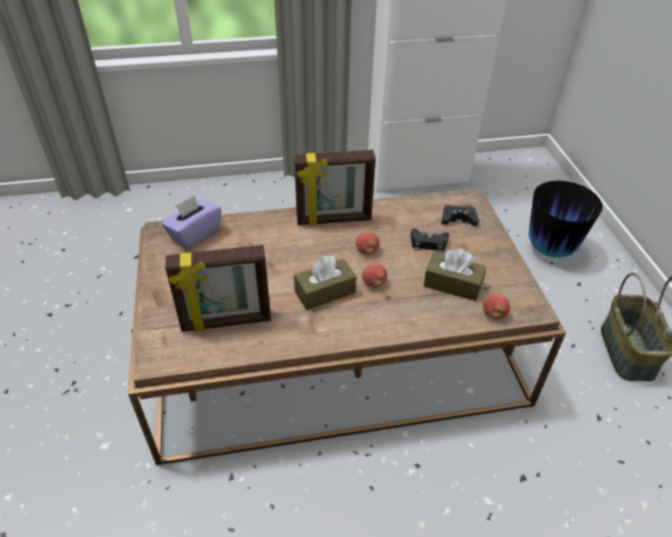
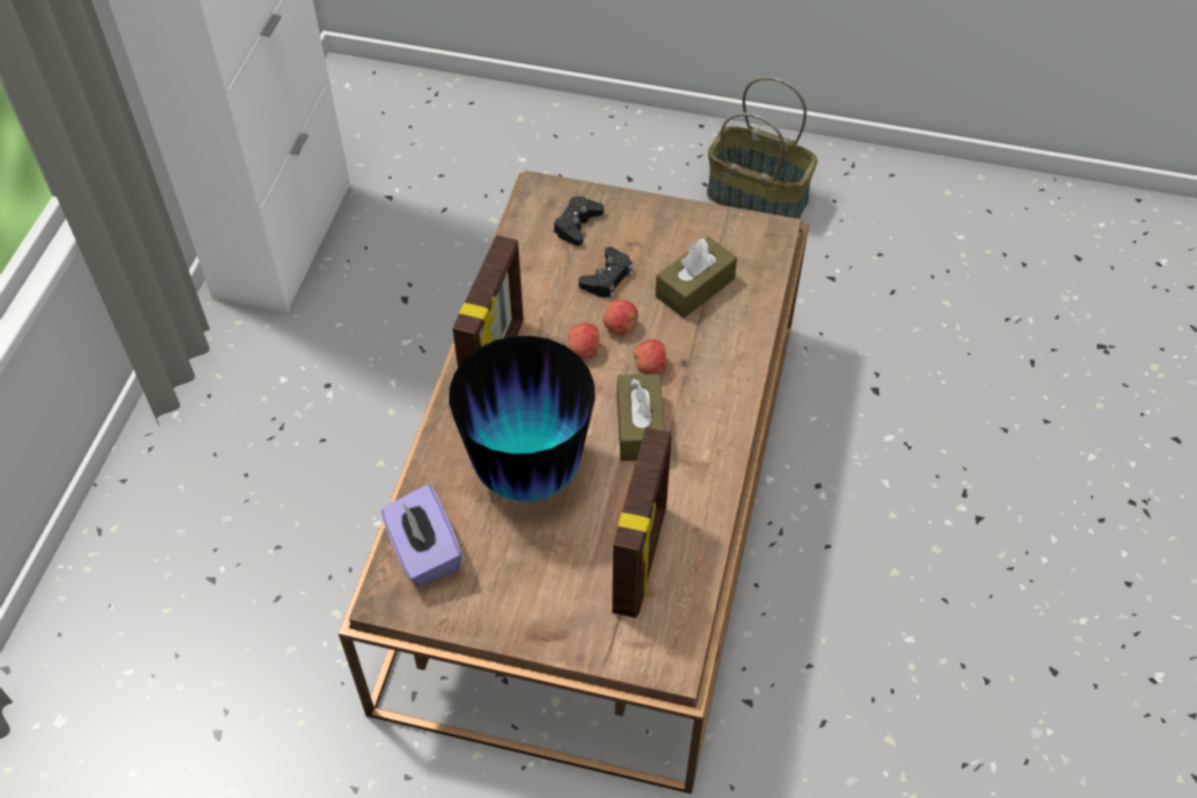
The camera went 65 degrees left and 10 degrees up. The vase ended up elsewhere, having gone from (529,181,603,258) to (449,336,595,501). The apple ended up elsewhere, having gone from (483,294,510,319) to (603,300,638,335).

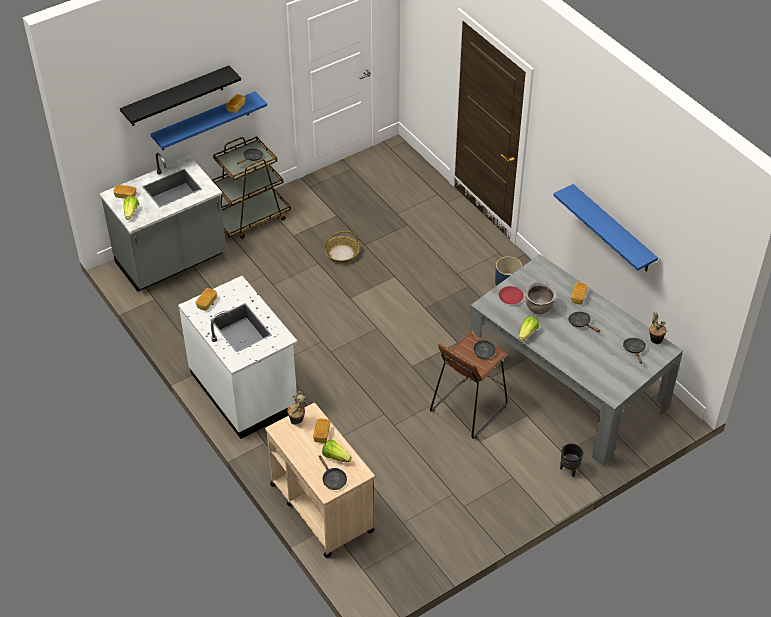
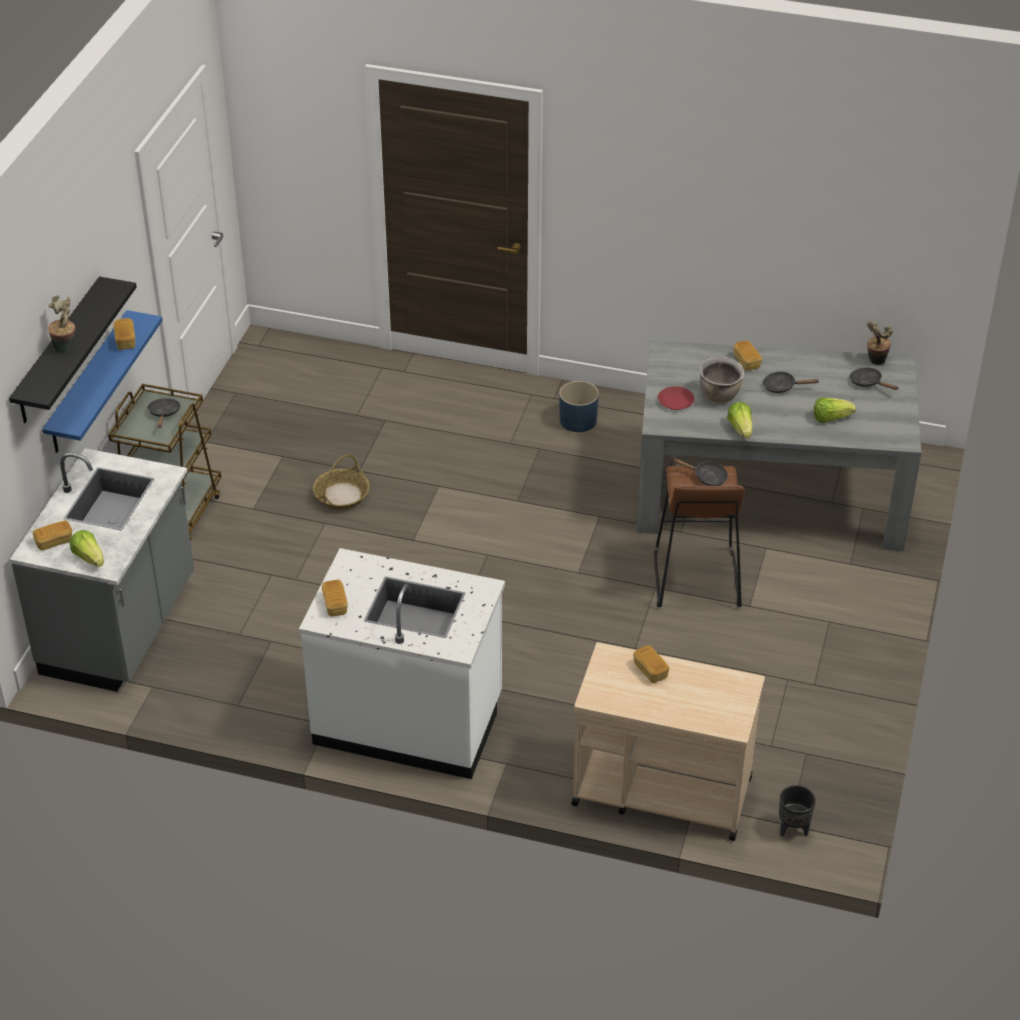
The camera went 40 degrees left and 5 degrees down. The potted plant ended up elsewhere, having gone from (287,391,306,425) to (48,295,75,353). The black planter ended up elsewhere, having gone from (560,443,583,477) to (779,785,816,837). The lettuce ended up elsewhere, having gone from (322,440,352,463) to (814,397,856,423). The second view lost the black frying pan at (319,456,347,490). The second view lost the blue shelf at (553,184,658,272).

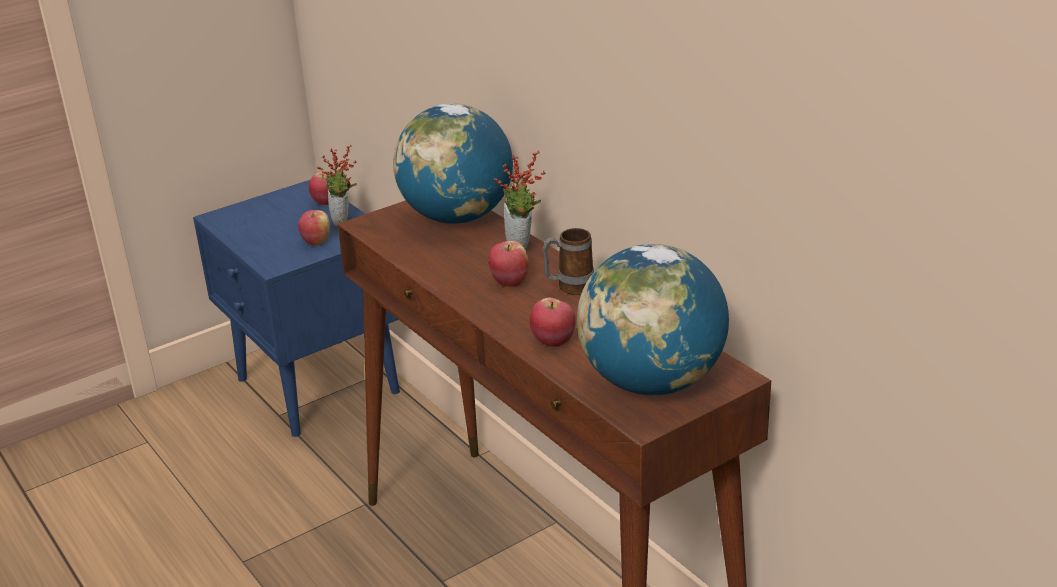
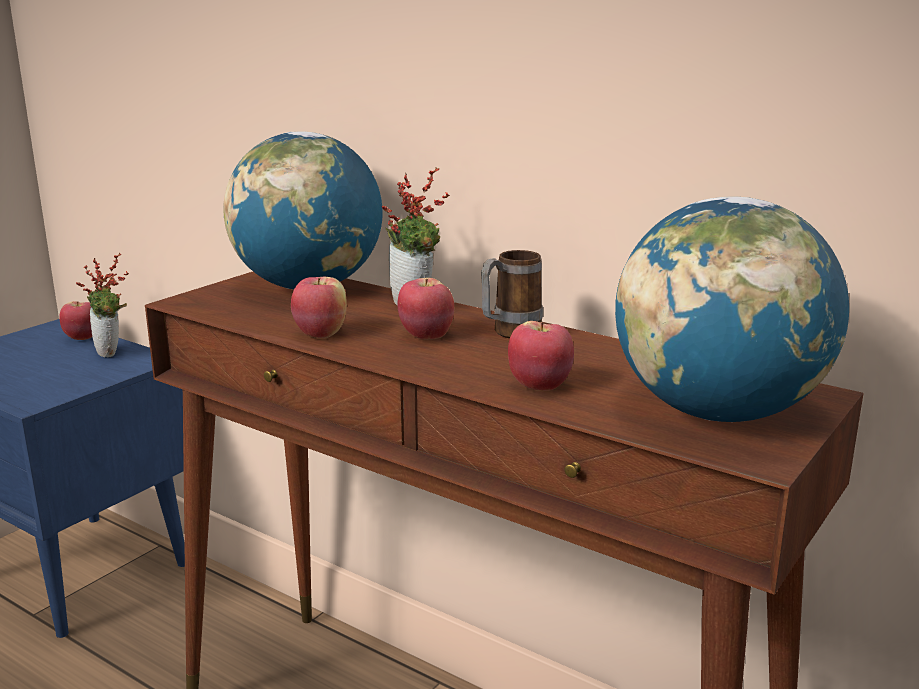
The camera went 20 degrees left and 10 degrees down. The apple ended up elsewhere, having gone from (298,210,330,246) to (291,277,347,338).

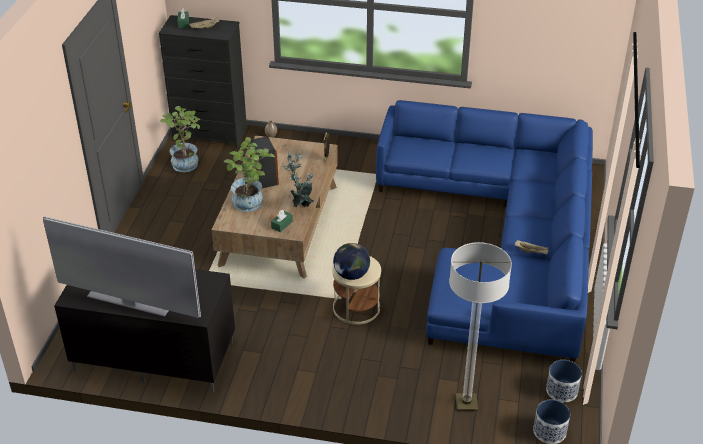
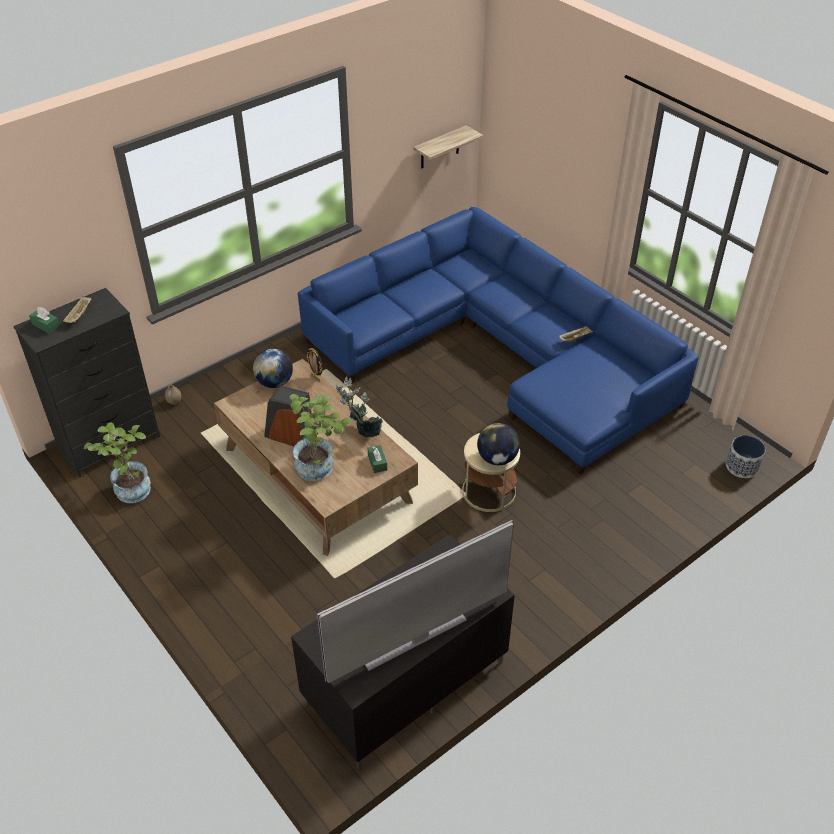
The camera went 50 degrees left and 5 degrees up. The second view gained the globe at (253,349,293,388). The second view gained the shelf at (413,125,483,169). The second view lost the floor lamp at (449,242,512,411). The second view lost the planter at (546,360,582,402).

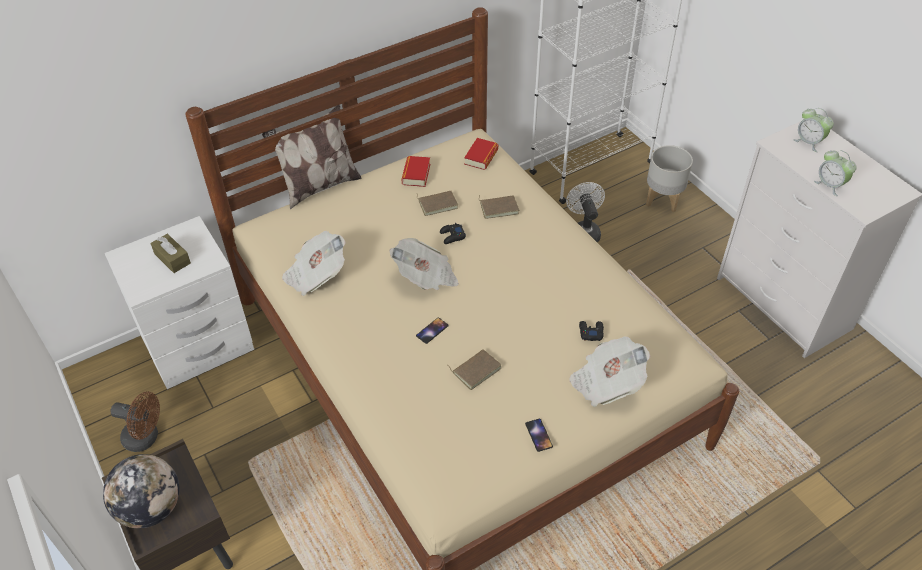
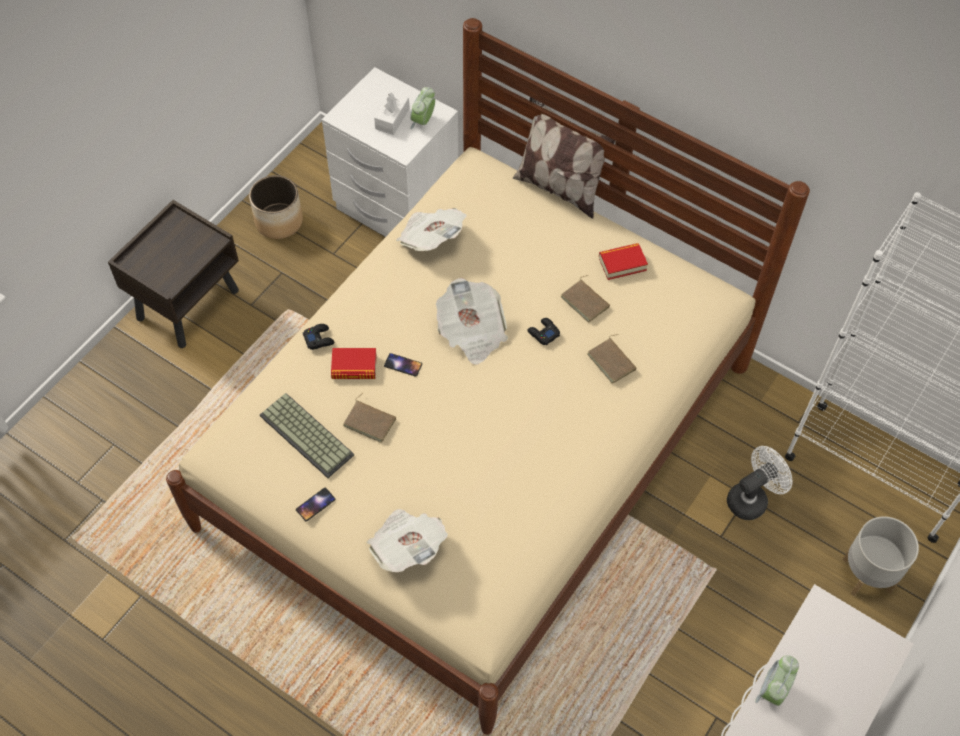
The camera went 65 degrees right and 10 degrees up. Where the brown fan stood at (110,392,160,452), the planter came to stand at (249,175,303,239). The second view gained the keyboard at (260,393,354,478). The black game controller ended up elsewhere, having gone from (579,321,604,341) to (303,324,334,350). The book ended up elsewhere, having gone from (464,138,498,170) to (331,348,377,379). What was the brown tissue box at (150,234,191,273) turned into the white tissue box at (374,92,410,135). The alarm clock ended up elsewhere, having gone from (793,108,834,152) to (410,87,435,129). The second view lost the globe at (103,454,180,528).

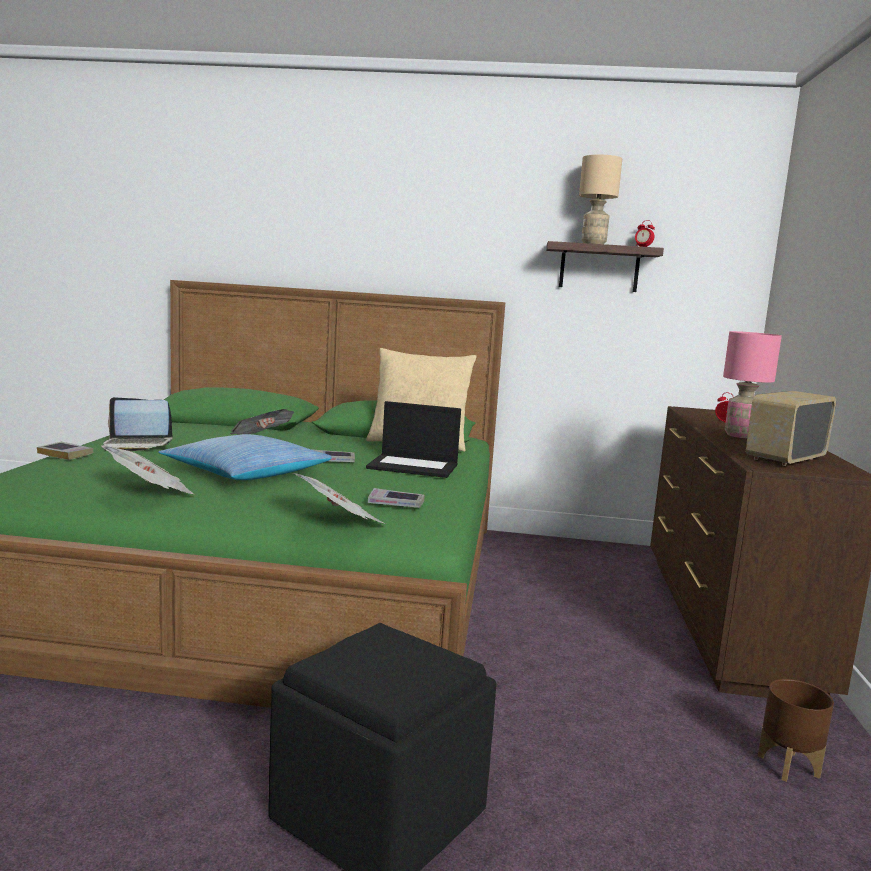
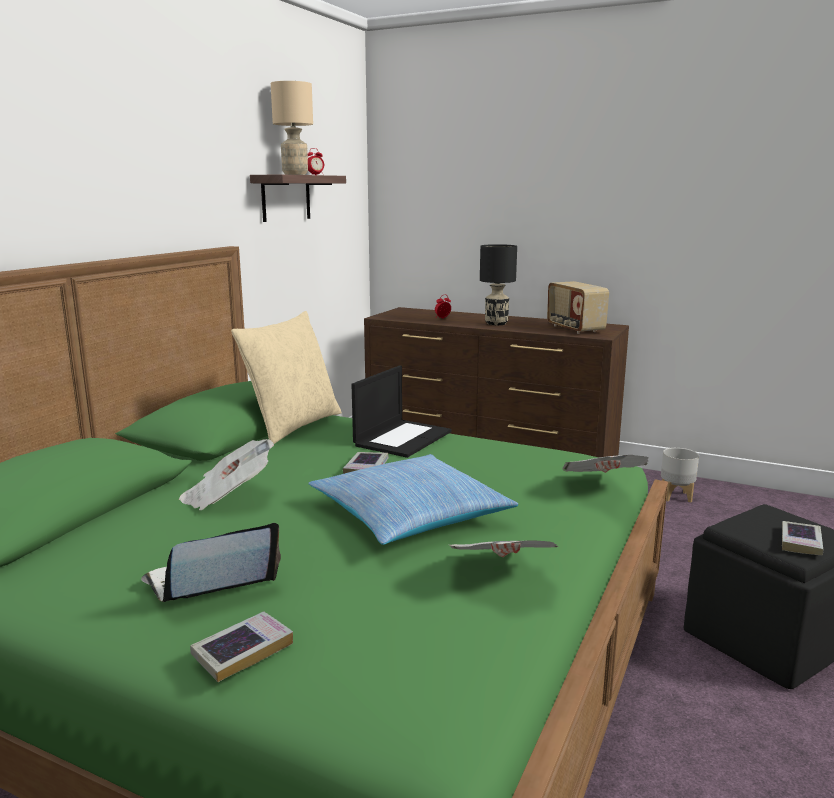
The camera went 70 degrees left and 5 degrees up. The laptop at (103,397,173,451) ended up facing another way, 135 degrees counterclockwise from before. What was the pink table lamp at (723,331,782,438) turned into the black table lamp at (480,244,517,325). What was the brown planter at (758,679,834,782) turned into the grey planter at (661,448,699,503). The book ended up elsewhere, having gone from (368,488,425,508) to (782,521,823,555).

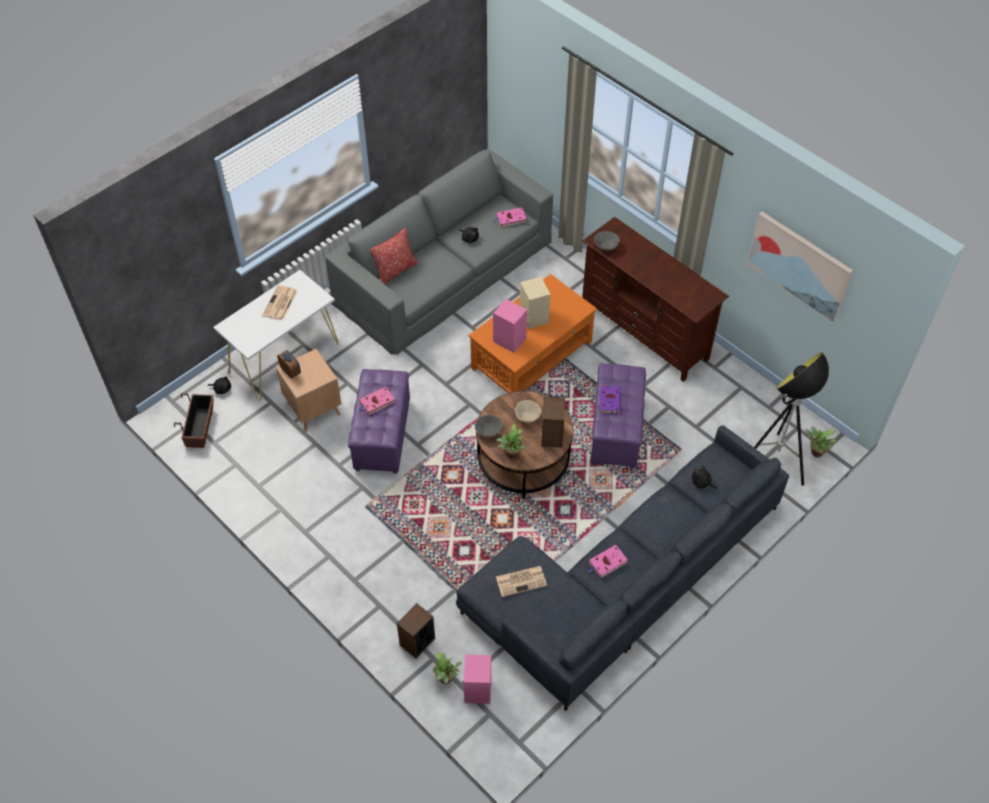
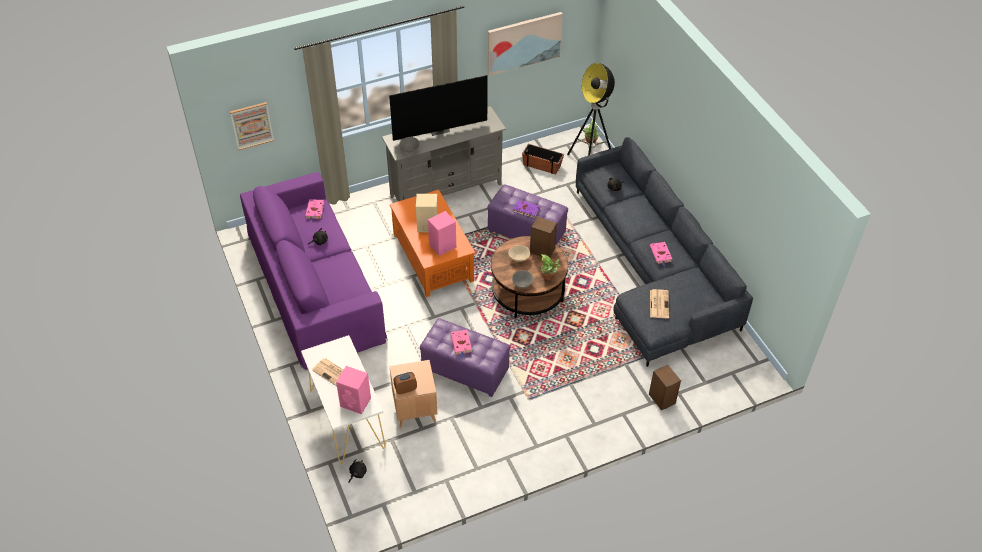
The camera went 70 degrees left and 5 degrees down. The second view gained the picture at (230,102,274,150). What was the grey sofa at (325,149,553,355) turned into the purple sofa at (240,172,387,370). The pink speaker ended up elsewhere, having gone from (464,655,491,704) to (336,366,371,414). What was the brown tv stand at (582,217,729,382) turned into the grey tv stand at (382,106,506,201). The second view gained the television at (389,75,488,141). The planter ended up elsewhere, having gone from (174,393,214,448) to (522,144,564,174). The second view lost the pillow at (370,227,418,284). The second view lost the potted plant at (433,652,462,684).

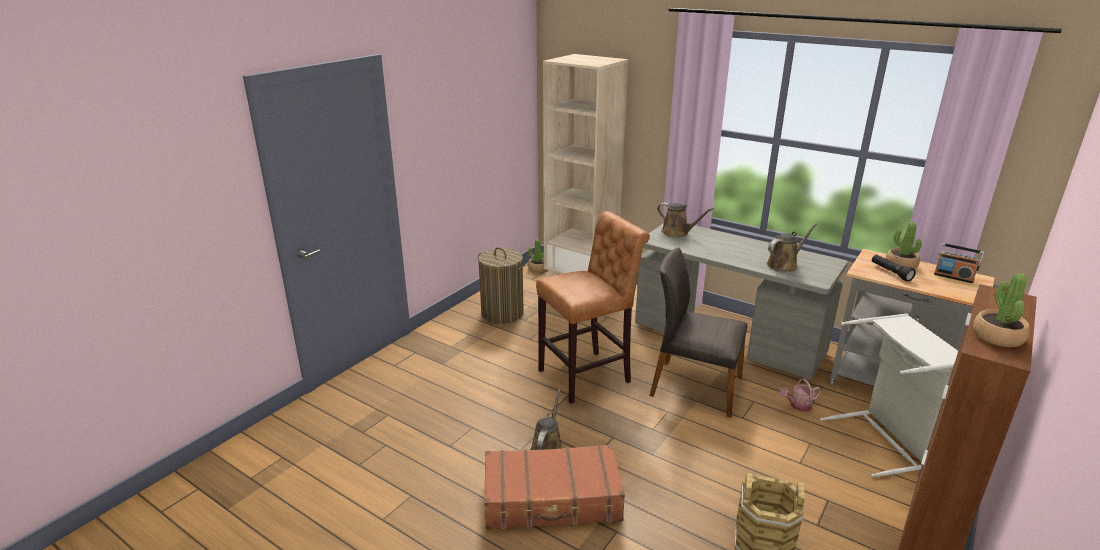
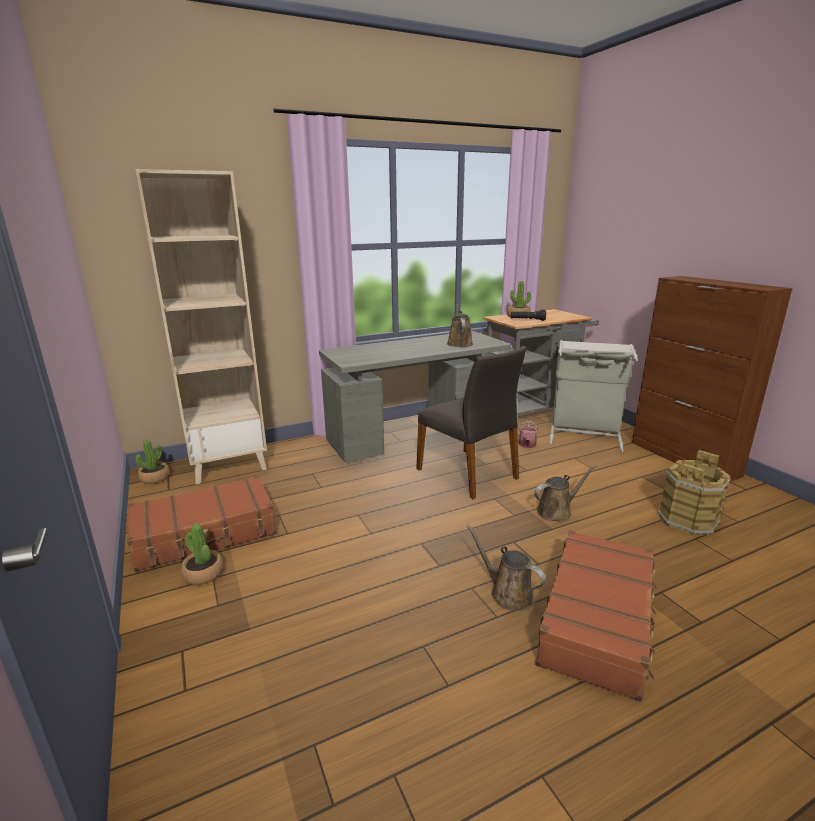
The camera went 60 degrees left and 5 degrees down. Where the laundry basket stood at (478,247,525,324), the brown suitcase came to stand at (127,476,276,572). The potted plant ended up elsewhere, having gone from (973,273,1030,347) to (181,524,223,585). The grey chair at (650,248,747,417) ended up facing another way, 90 degrees counterclockwise from before. The brown watering can ended up elsewhere, having gone from (657,203,714,238) to (534,465,597,521). The second view lost the brown stool at (536,211,650,404). The second view lost the radio at (934,243,984,283).

